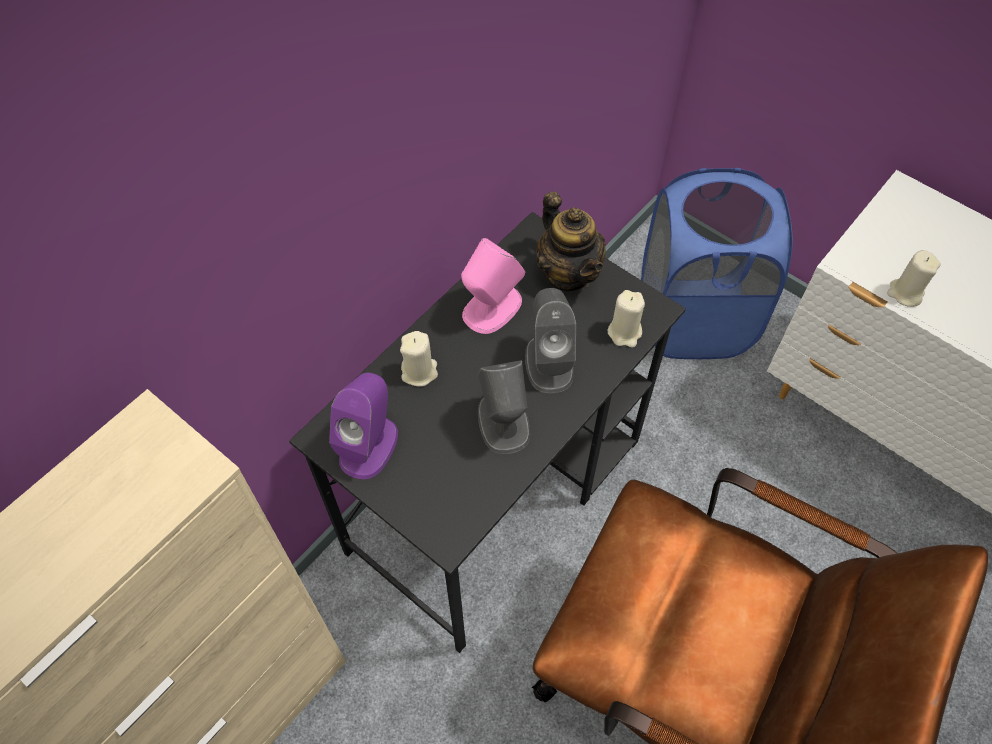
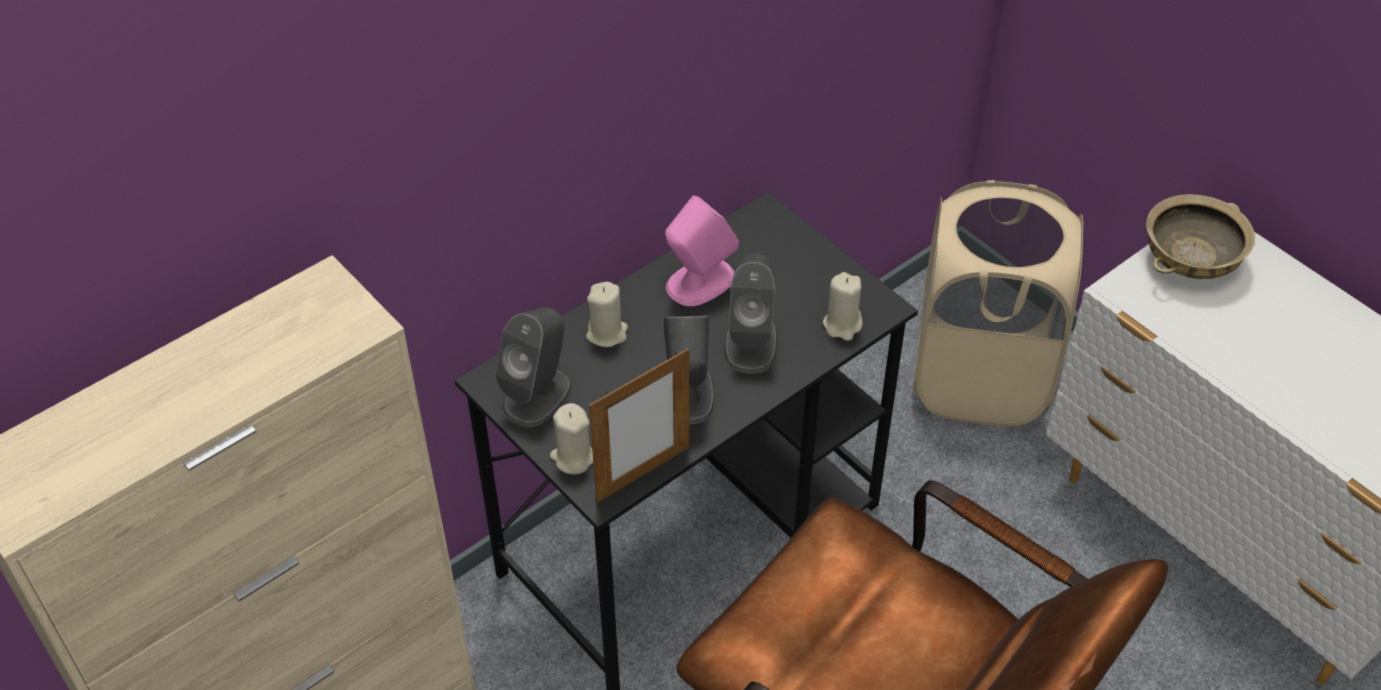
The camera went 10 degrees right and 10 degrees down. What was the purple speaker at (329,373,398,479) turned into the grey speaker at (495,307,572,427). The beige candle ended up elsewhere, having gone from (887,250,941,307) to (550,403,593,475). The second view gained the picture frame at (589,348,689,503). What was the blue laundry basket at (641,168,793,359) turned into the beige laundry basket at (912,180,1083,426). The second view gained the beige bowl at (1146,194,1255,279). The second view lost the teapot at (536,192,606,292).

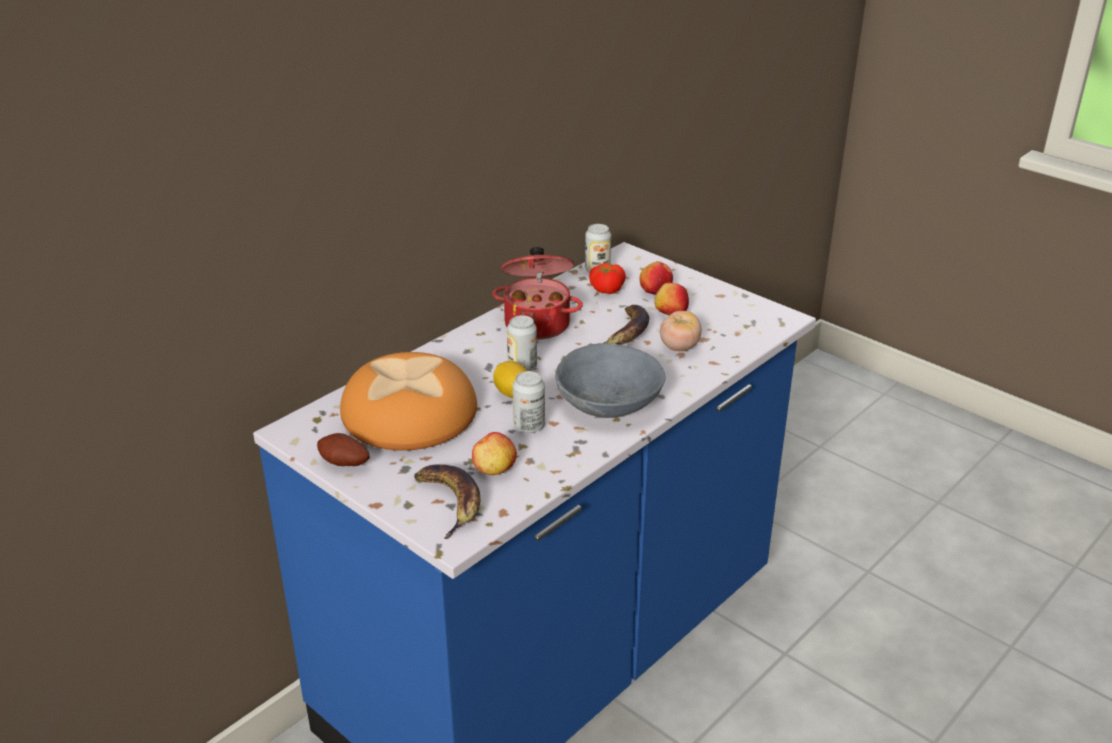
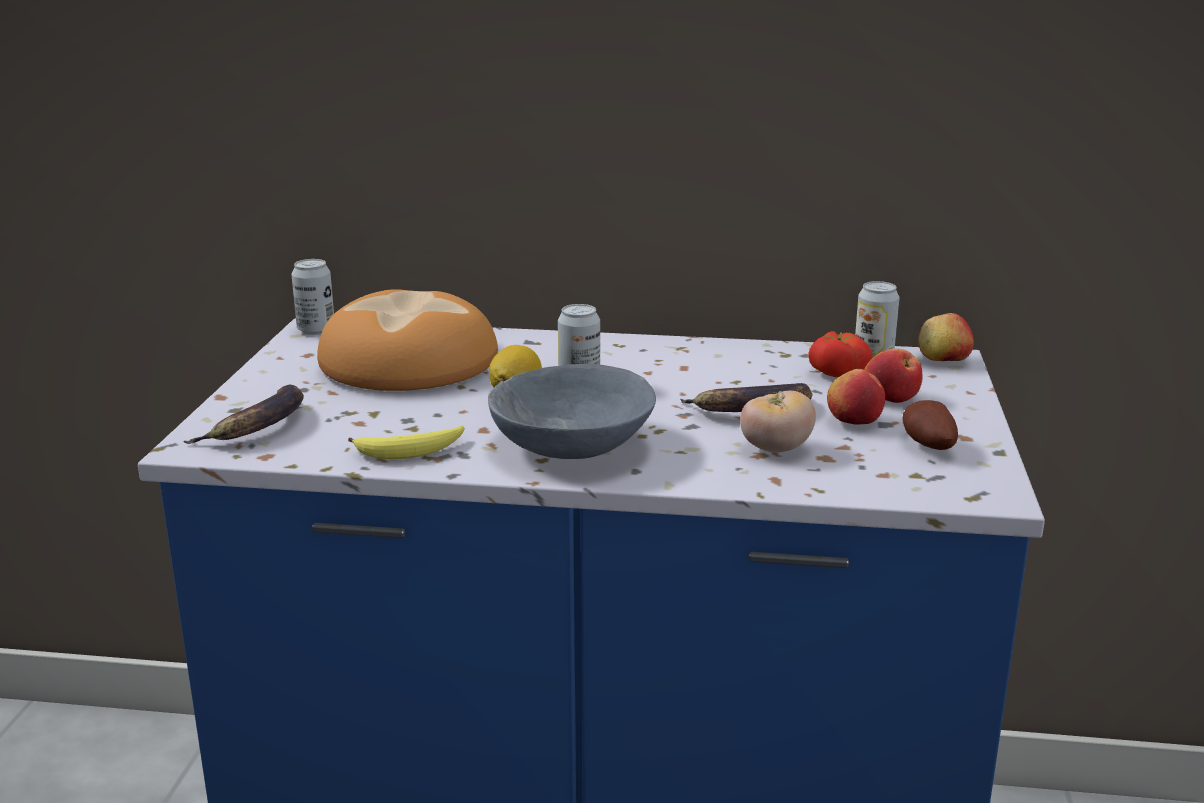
The camera went 55 degrees right and 10 degrees down. The can ended up elsewhere, having gone from (513,371,545,433) to (292,259,334,335). The second view gained the banana at (348,426,465,459). The potato ended up elsewhere, having gone from (317,433,370,466) to (902,400,958,450). The apple ended up elsewhere, having gone from (472,432,517,475) to (918,313,974,361). The second view lost the cooking pot at (492,247,583,340).

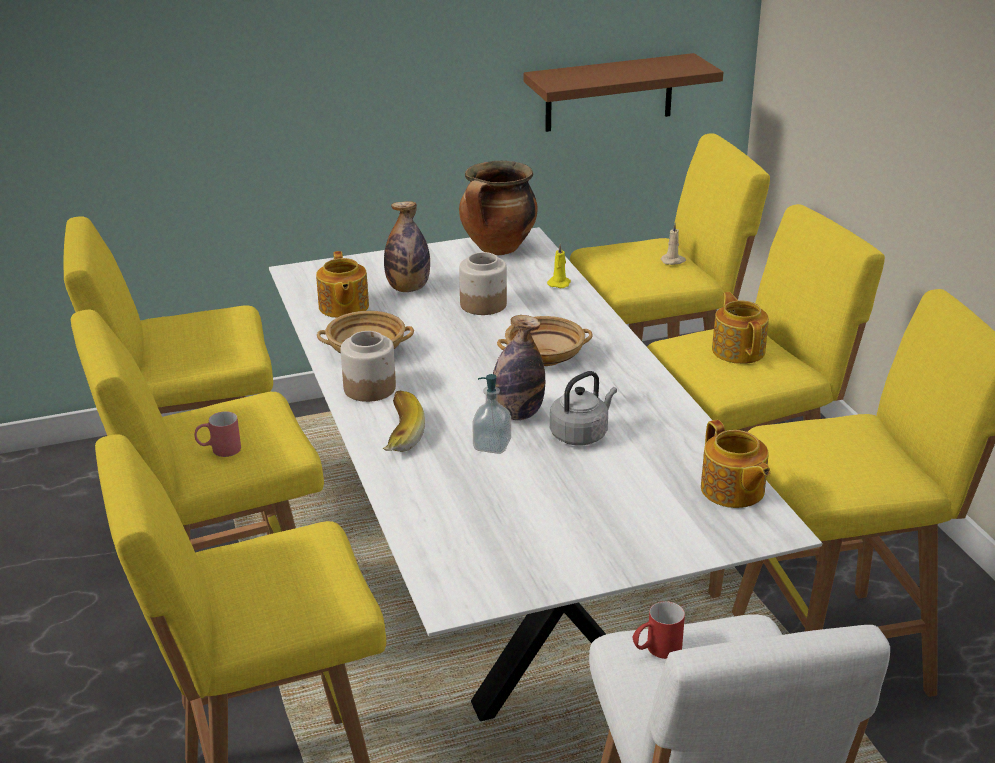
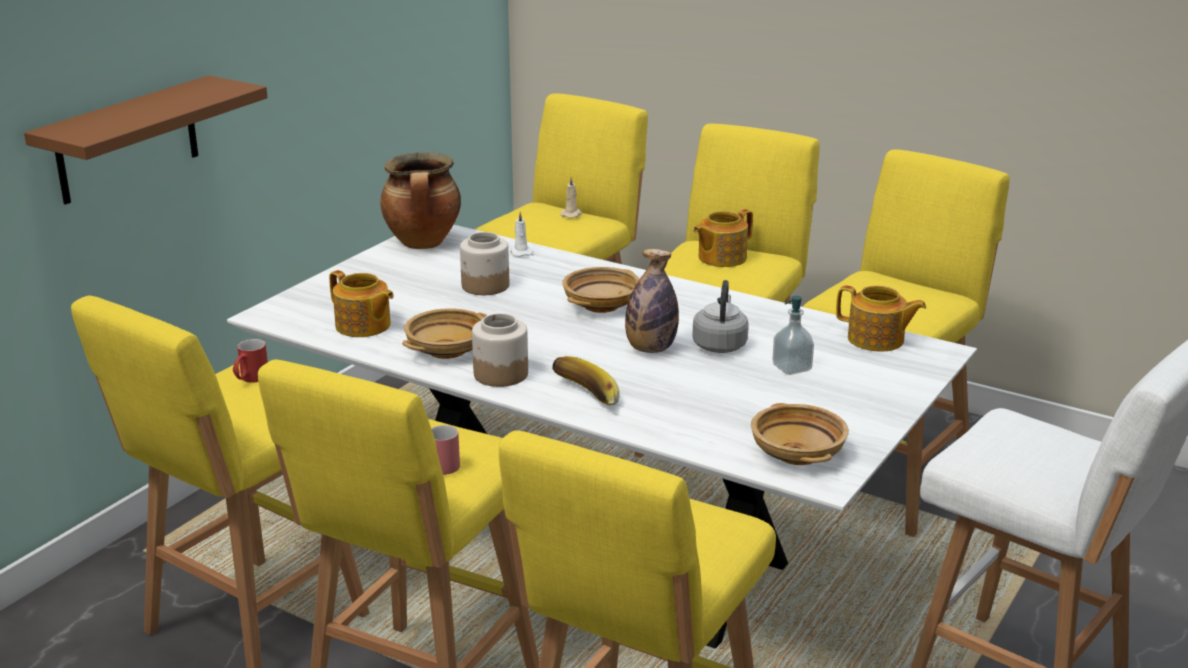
The camera went 40 degrees left and 5 degrees down. The brown shelf ended up elsewhere, having gone from (524,53,723,132) to (24,75,268,205). The red mug ended up elsewhere, having gone from (633,601,685,659) to (233,339,268,383). What was the yellow candle at (547,244,571,288) turned into the white candle at (510,212,533,257). The teapot at (712,292,769,364) ended up facing another way, 75 degrees counterclockwise from before. The second view gained the beige bowl at (751,403,849,465). The soap dispenser ended up elsewhere, having gone from (472,374,511,454) to (773,296,814,375). The second view lost the bottle at (384,201,430,292).

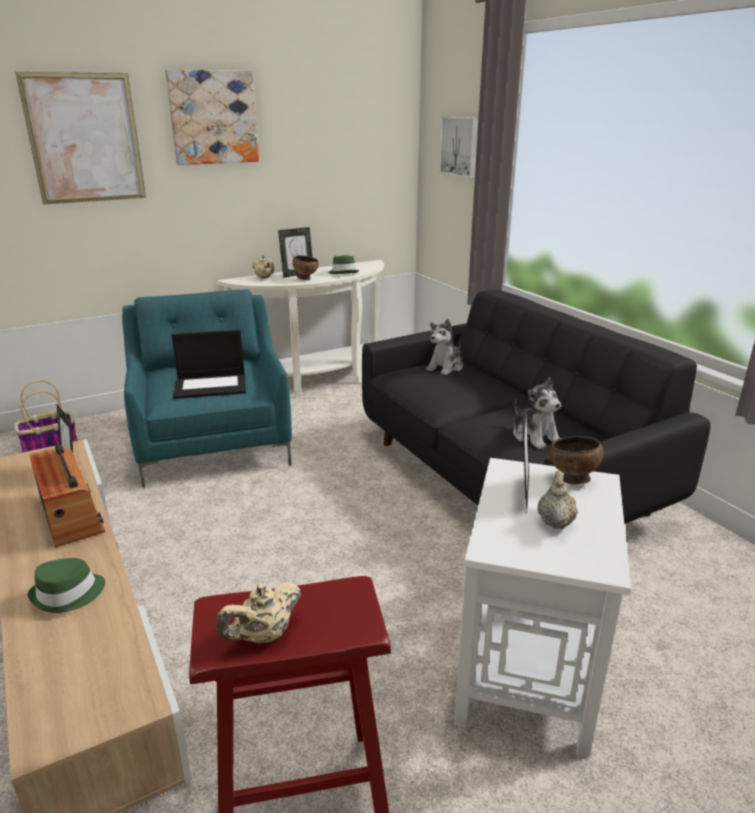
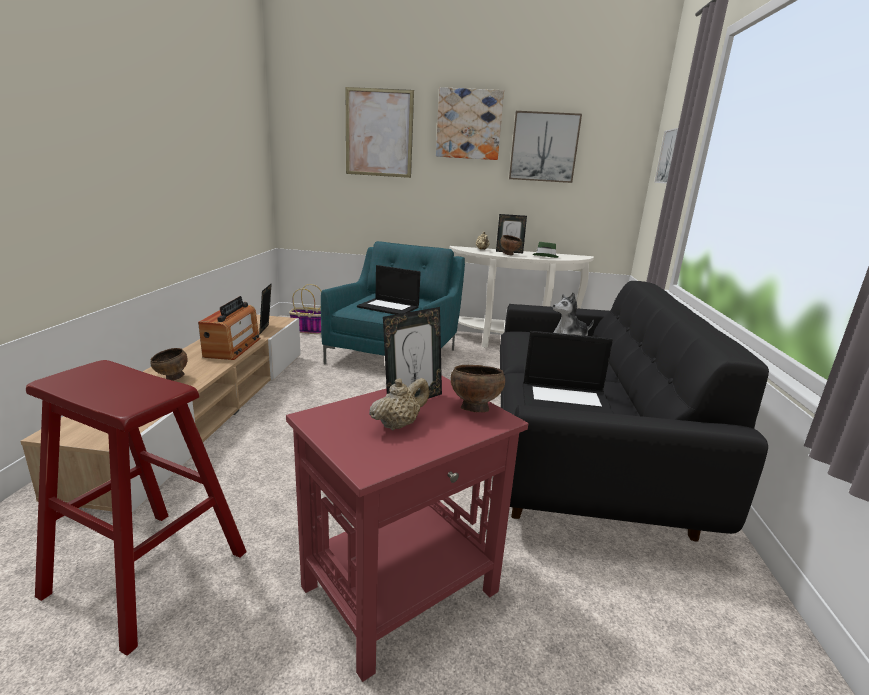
The camera went 35 degrees right and 5 degrees down. Where the green hat stood at (28,558,105,613), the brown bowl came to stand at (150,348,188,381). What was the white side table at (454,458,631,757) turned into the red side table at (286,376,528,682). The second view gained the picture at (509,111,582,183). Where the plush toy stood at (513,377,561,449), the laptop came to stand at (523,331,614,414). The second view lost the beige teapot at (216,582,301,644).

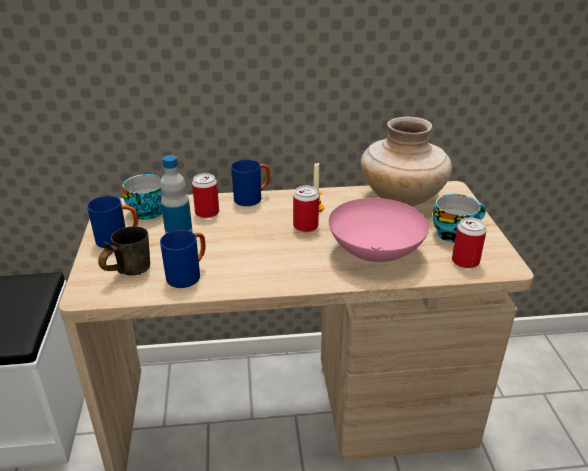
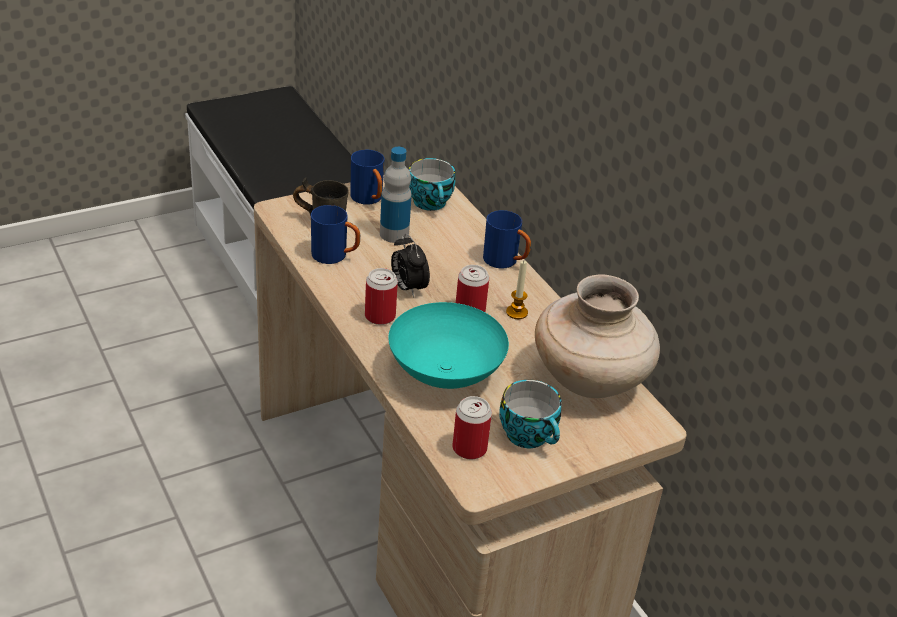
The camera went 65 degrees right and 5 degrees up. The can ended up elsewhere, having gone from (192,173,219,218) to (365,268,398,325). What was the pink bowl at (328,198,429,262) turned into the turquoise bowl at (389,302,509,389). The second view gained the alarm clock at (391,233,430,298).

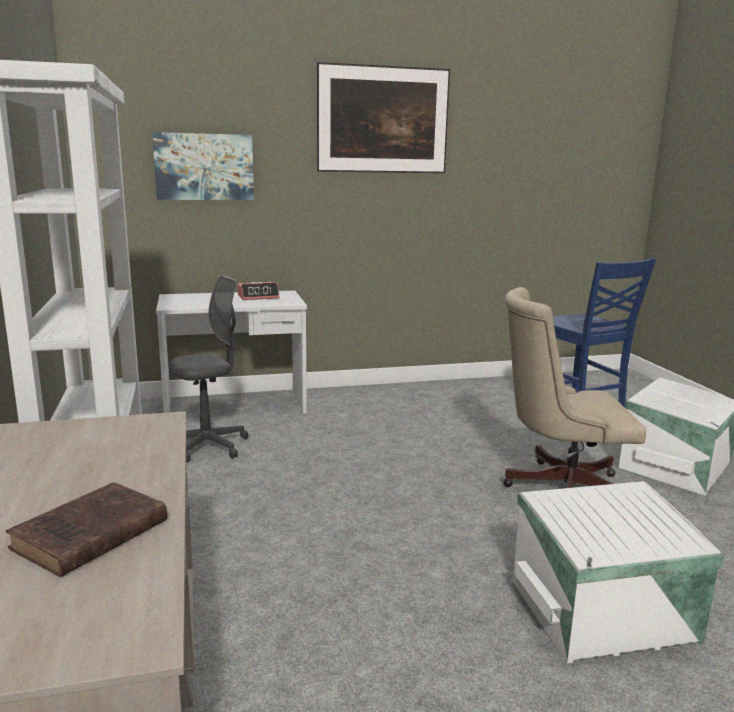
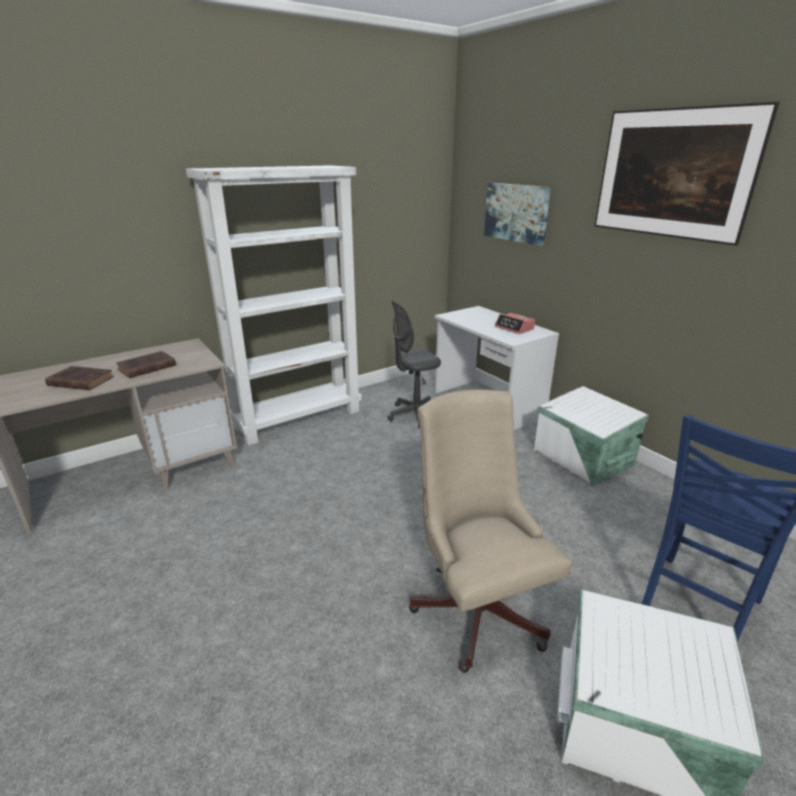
The camera went 70 degrees right and 10 degrees up. The second view gained the brown book at (116,351,176,378). The grey office chair at (169,275,249,463) ended up facing another way, 120 degrees clockwise from before. The white storage box ended up elsewhere, having gone from (512,481,724,664) to (534,386,649,486).

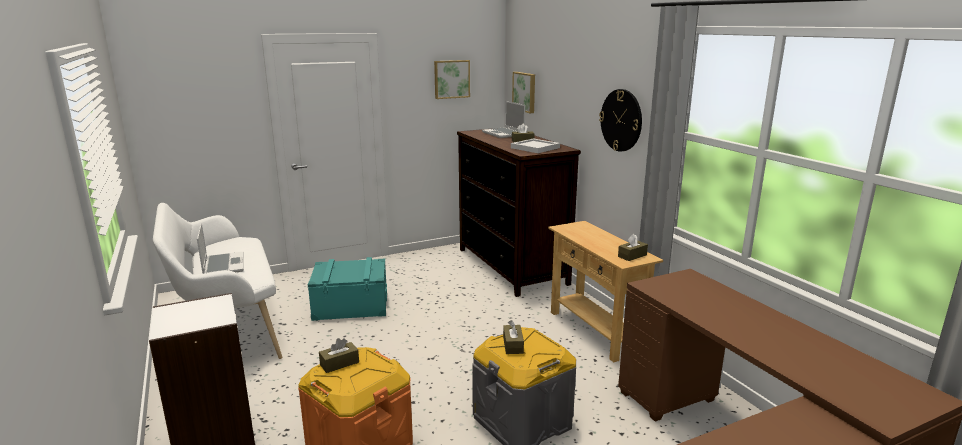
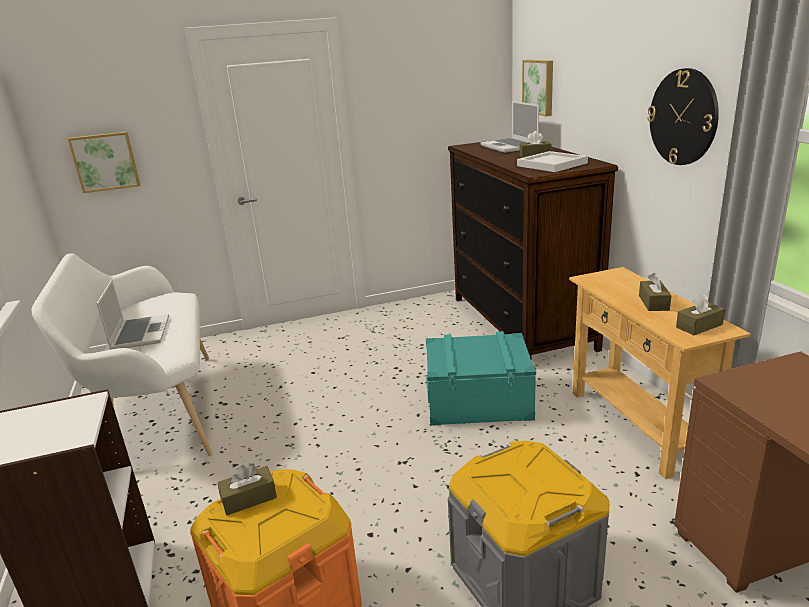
The camera went 10 degrees right and 5 degrees up. The picture ended up elsewhere, having gone from (434,60,470,99) to (68,132,140,193). The turquoise storage box ended up elsewhere, having gone from (308,257,387,321) to (426,331,536,426). The brown tissue box ended up elsewhere, having gone from (503,320,524,354) to (639,273,672,311).

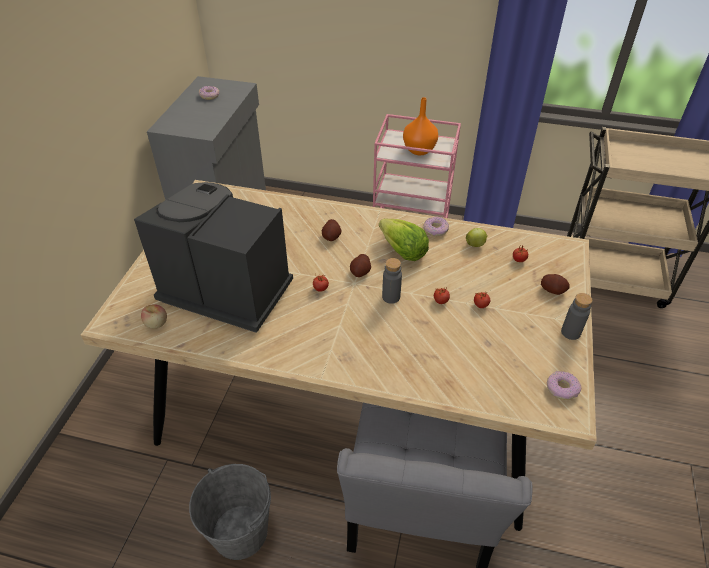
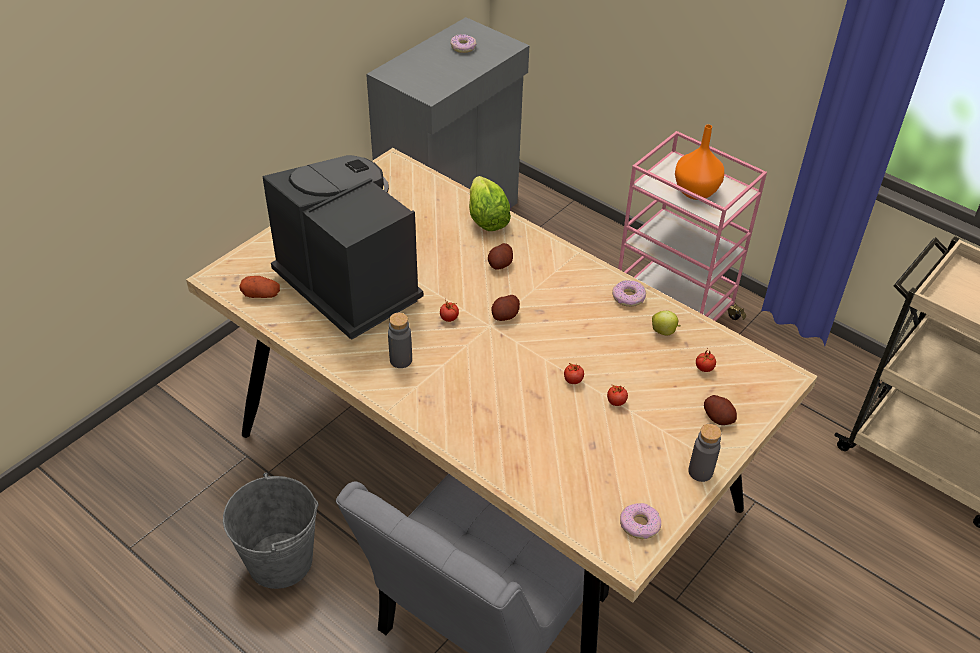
The camera went 25 degrees right and 0 degrees up. Where the apple stood at (141,304,167,329), the potato came to stand at (239,276,280,298). The grey bottle ended up elsewhere, having gone from (382,258,402,304) to (388,313,412,368). The lettuce ended up elsewhere, having gone from (379,219,429,261) to (469,176,511,231).

